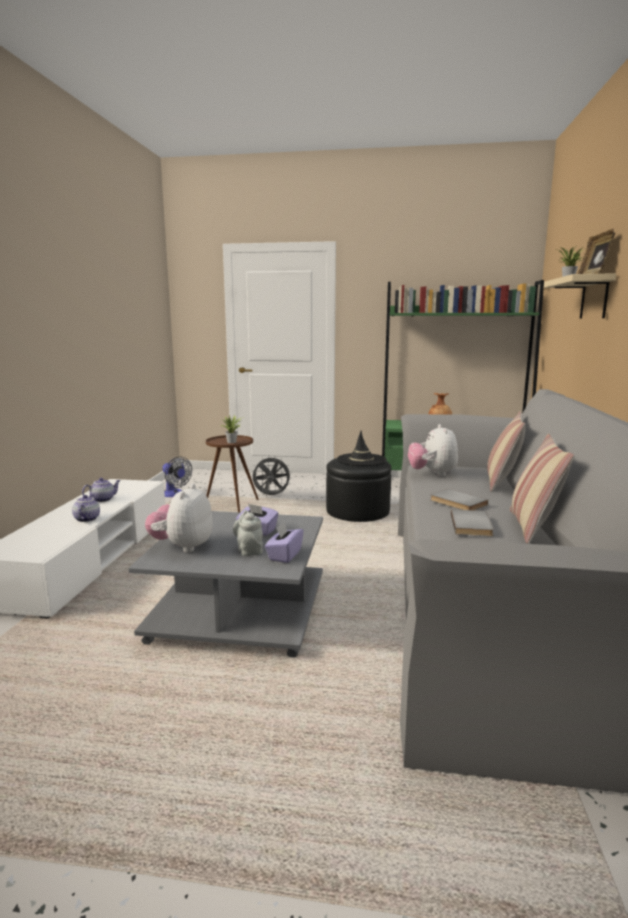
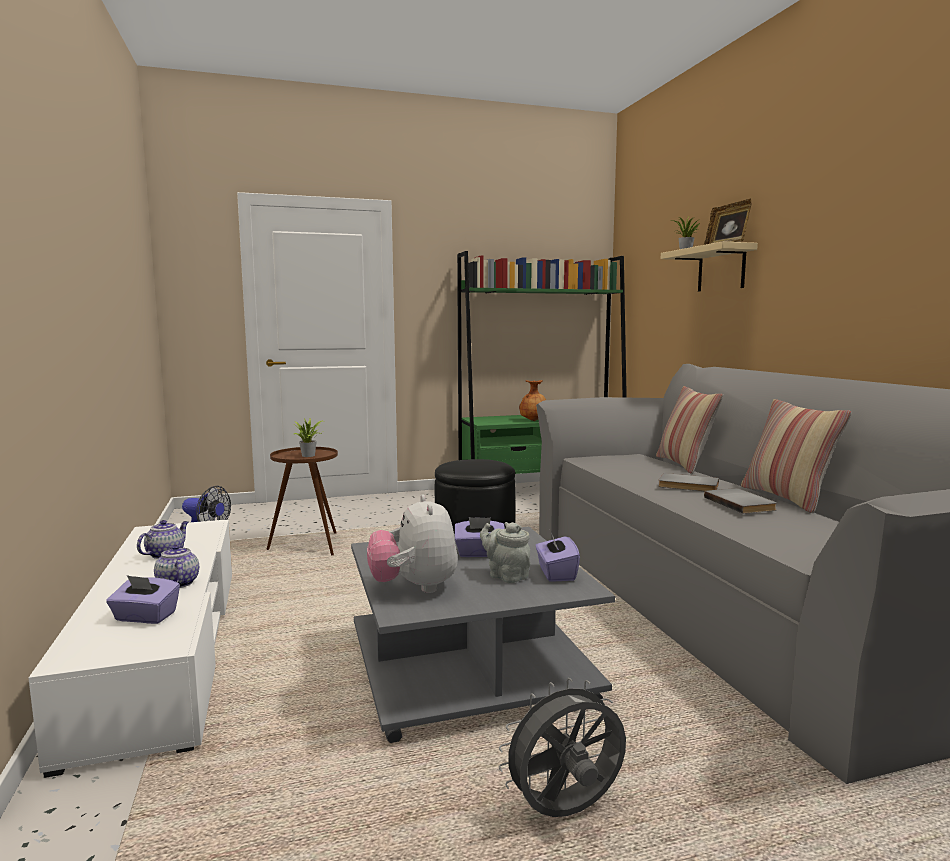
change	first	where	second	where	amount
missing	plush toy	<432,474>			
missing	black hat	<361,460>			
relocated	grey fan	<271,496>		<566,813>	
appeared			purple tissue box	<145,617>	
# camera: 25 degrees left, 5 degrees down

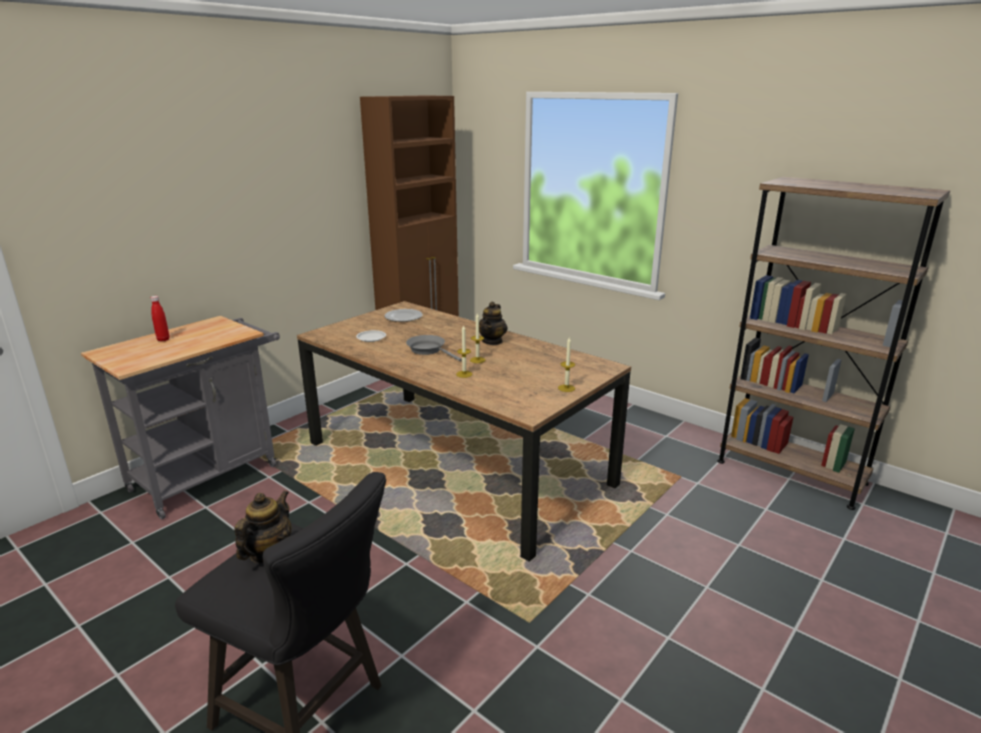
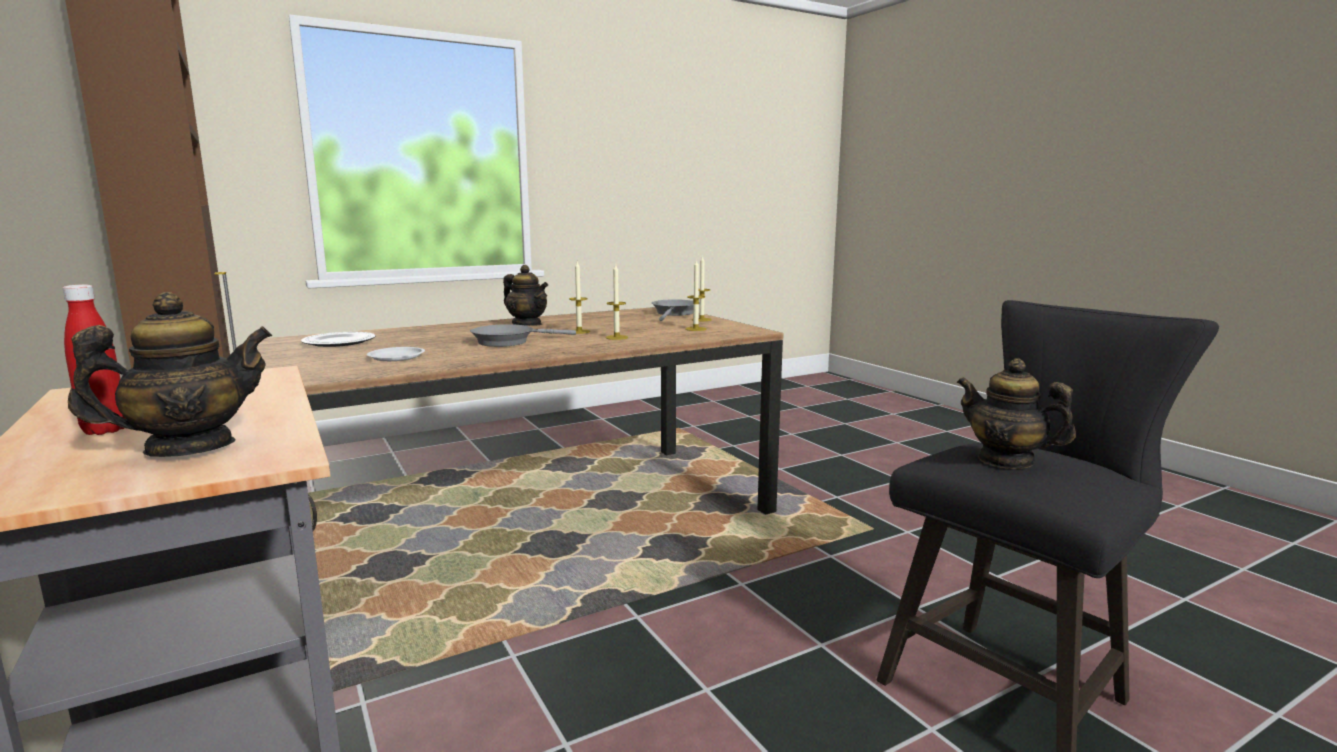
change	first	where	second	where	amount
missing	brown bookcase	<790,472>			
appeared			candle	<695,329>	
appeared			teapot	<190,448>	
appeared			grey frying pan	<675,313>	
# camera: 70 degrees left, 10 degrees down

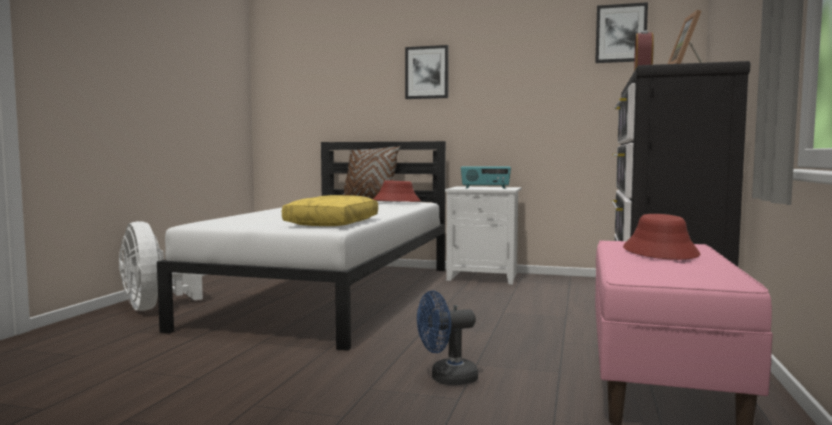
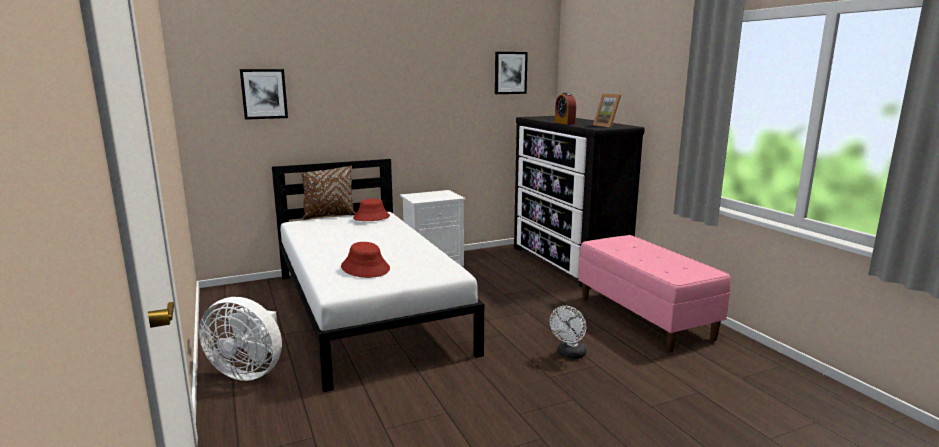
change	first	where	second	where	amount
relocated	picture	<427,72>		<264,94>	
missing	radio	<485,188>			
missing	yellow pillow	<333,223>			
relocated	red hat	<660,252>		<365,268>	
colour	blue fan	<446,379>	white fan	<569,355>	
# camera: 40 degrees left, 10 degrees up

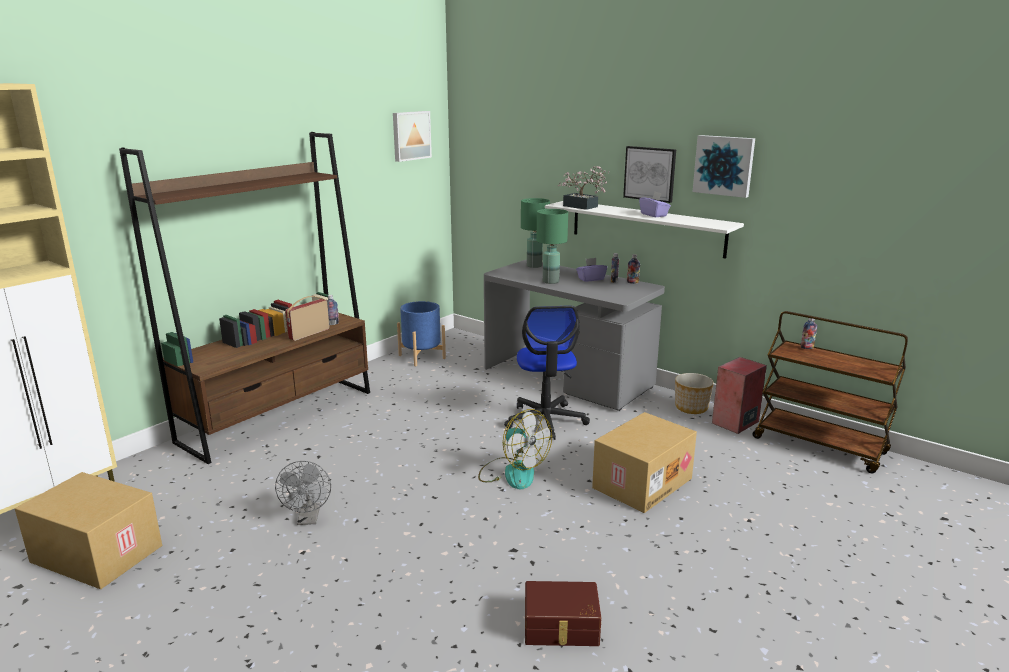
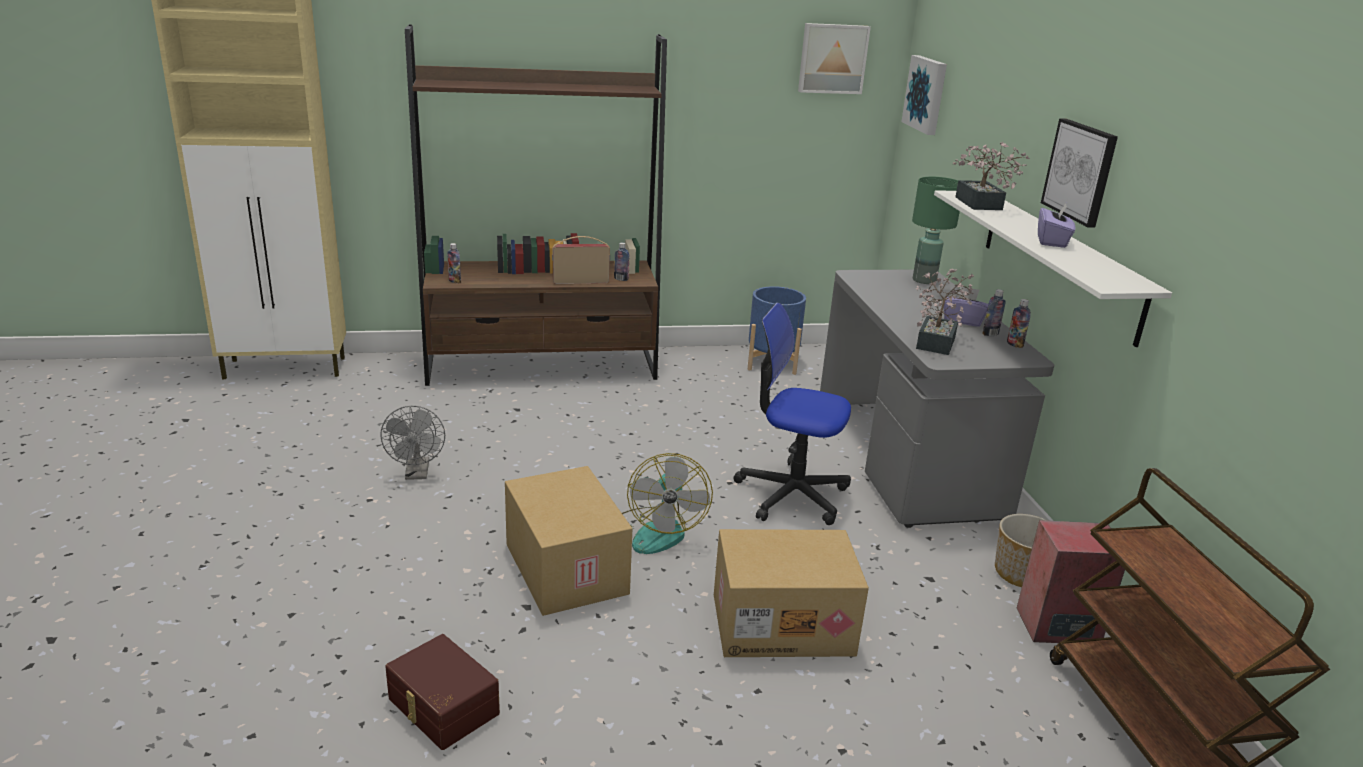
change	first	where	second	where	amount
relocated	picture	<724,165>		<927,94>	
missing	green table lamp	<551,282>			
spun	office chair	<545,420>		<791,494>	75 degrees clockwise
relocated	bottle	<807,347>		<454,281>	
spun	grey fan	<309,519>		<417,474>	45 degrees counterclockwise
relocated	cardboard box	<95,554>		<563,568>	
appeared			potted plant	<937,341>	
# camera: 40 degrees right, 5 degrees up

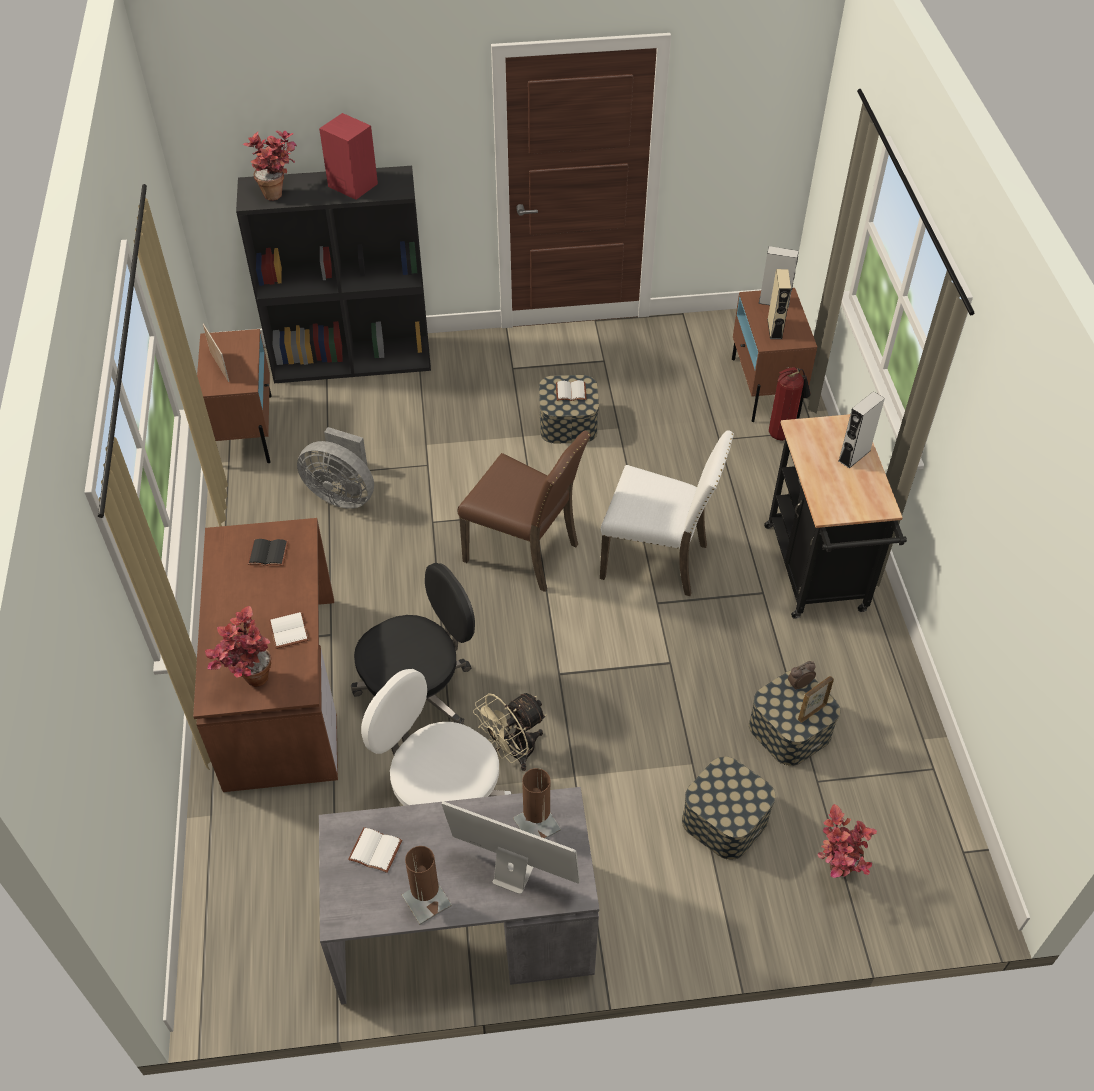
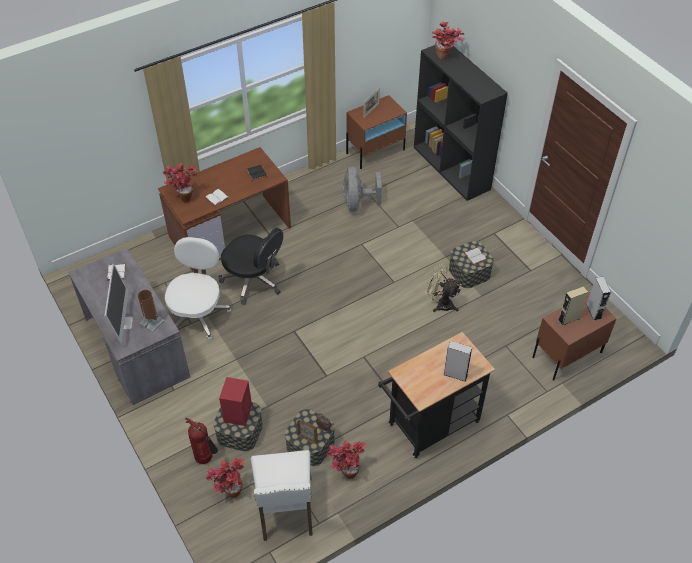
change	first	where	second	where	amount
relocated	red speaker	<352,184>		<238,412>	
relocated	fire extinguisher	<782,433>		<206,459>	
relocated	white chair	<657,559>		<285,510>	
missing	brown chair	<524,551>			
relocated	beige fan	<513,751>		<440,303>	
missing	brown table lamp	<426,900>			
appeared			potted plant	<345,471>	
# camera: 65 degrees right, 0 degrees up

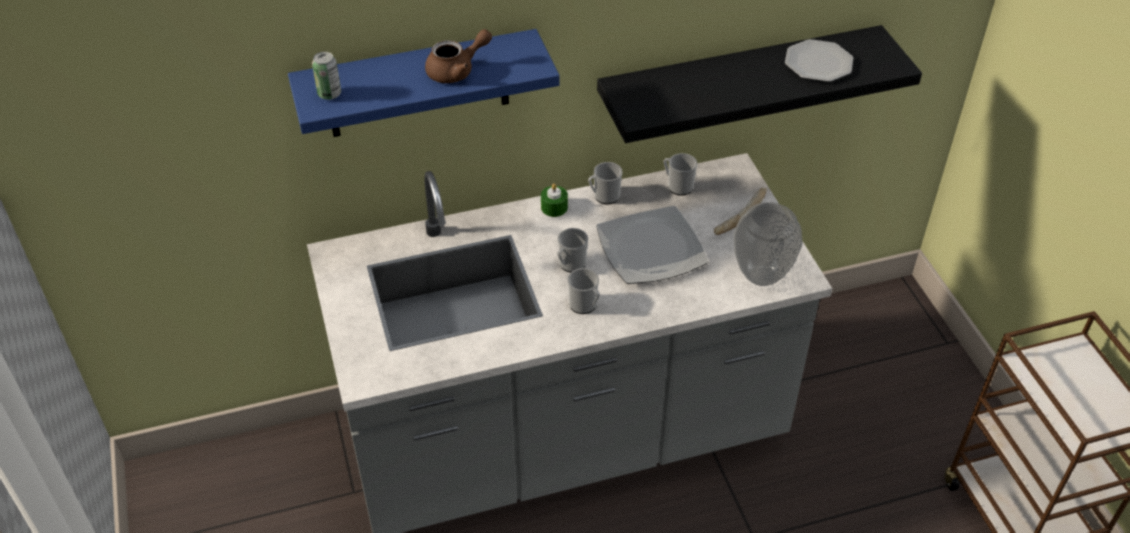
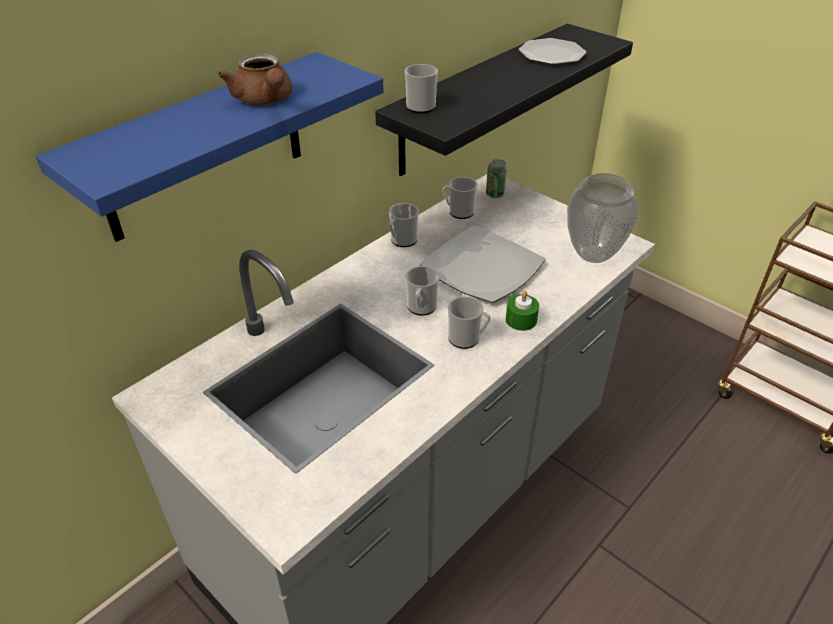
change	first	where	second	where	amount
spun	brown teapot	<457,71>		<264,100>	120 degrees clockwise
relocated	can	<329,94>		<495,194>	
relocated	green candle	<554,207>		<521,320>	
missing	bread	<739,217>			
appeared			mug	<422,105>	
# camera: 30 degrees left, 5 degrees down

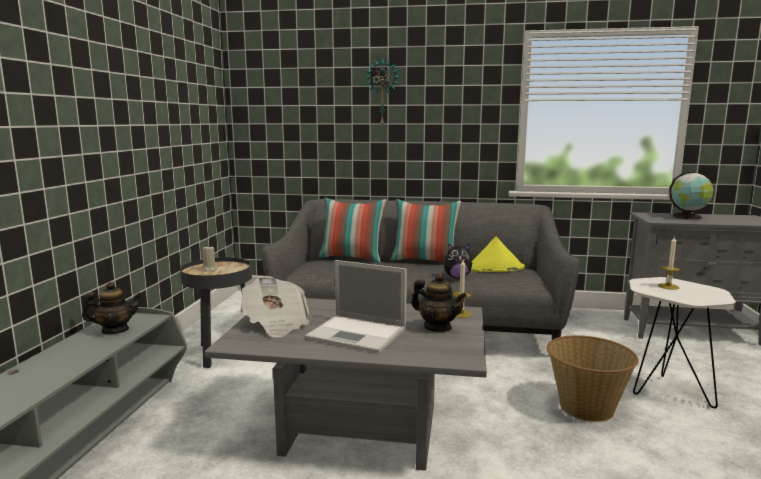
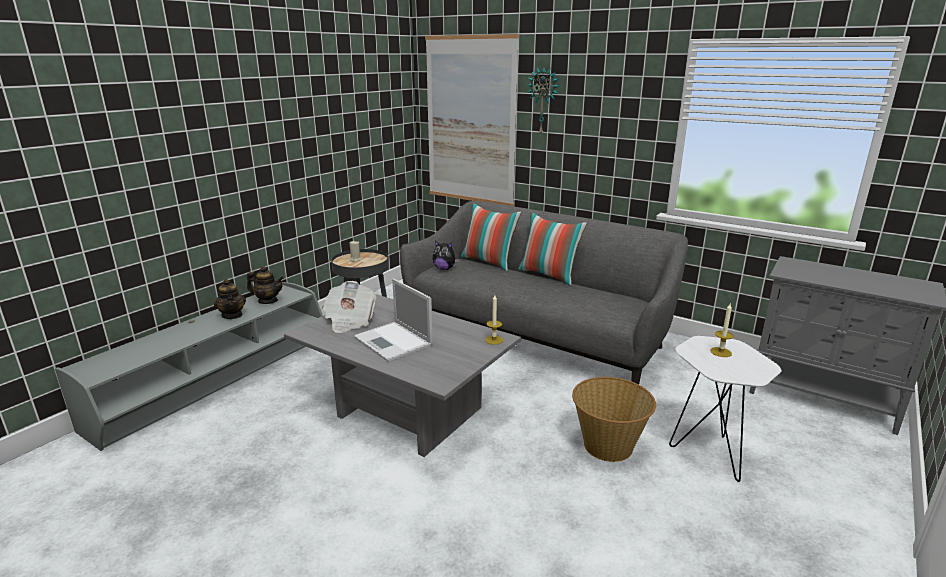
change	first	where	second	where	amount
missing	globe	<688,217>			
missing	yellow hat	<495,268>			
relocated	plush toy	<457,277>		<444,268>	
relocated	teapot	<437,327>		<232,315>	
appeared			picture	<470,121>	
# camera: 25 degrees right, 10 degrees up

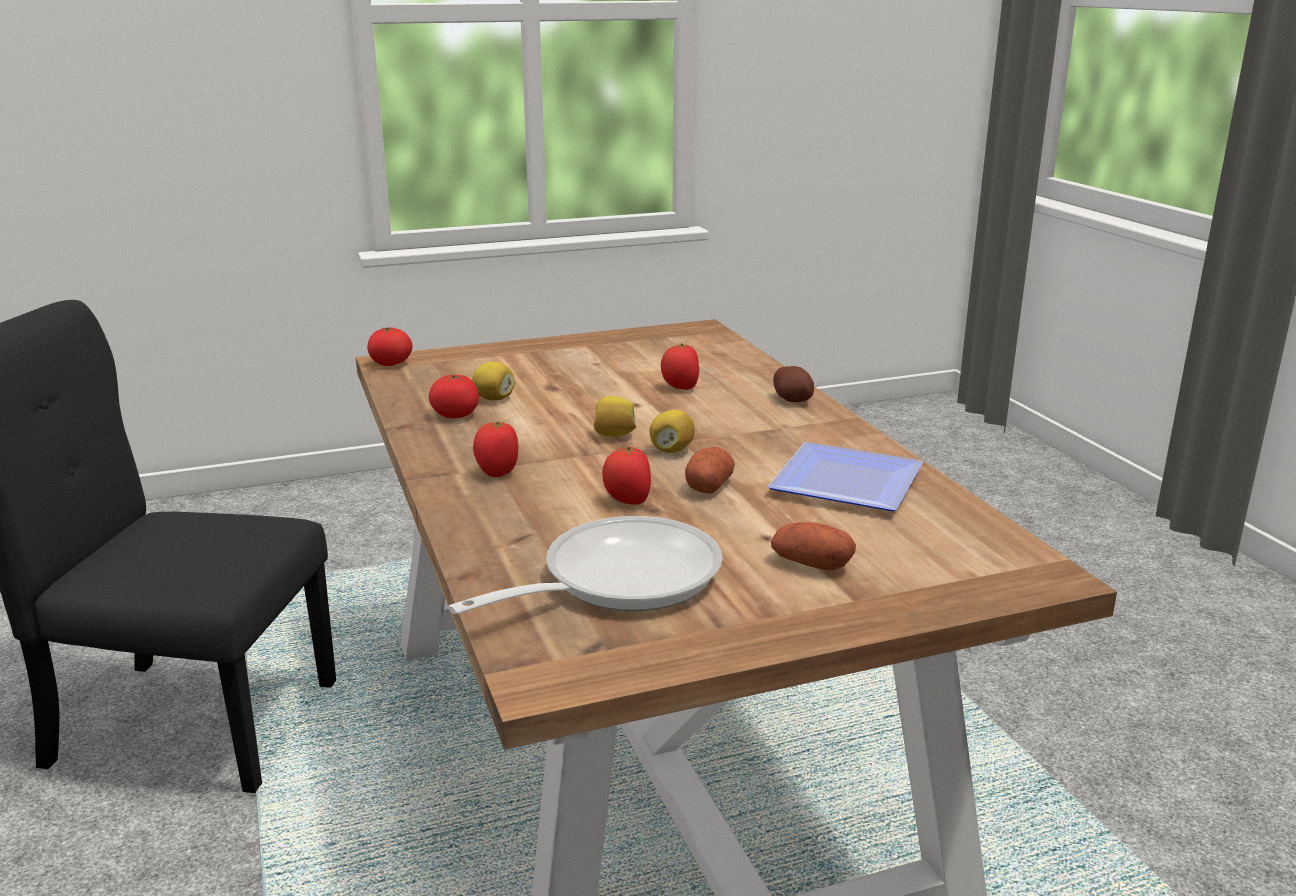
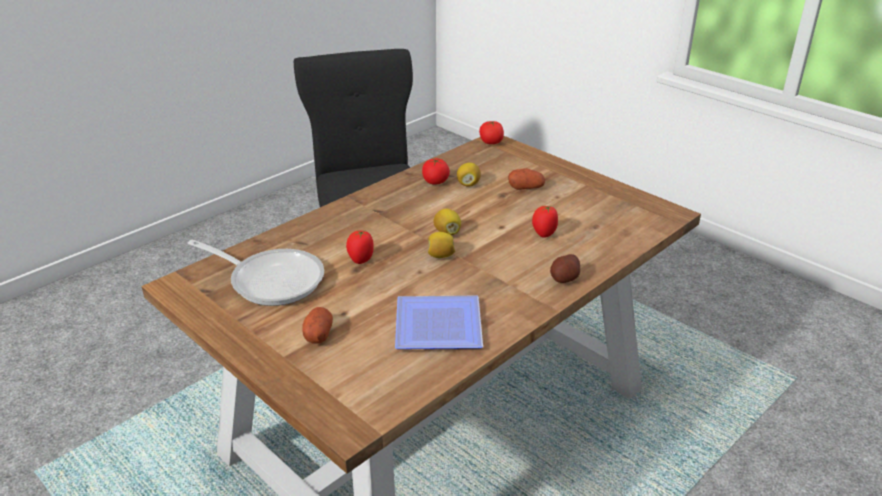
change	first	where	second	where	amount
missing	tomato	<497,473>			
relocated	potato	<709,486>		<526,187>	
# camera: 65 degrees right, 10 degrees up

